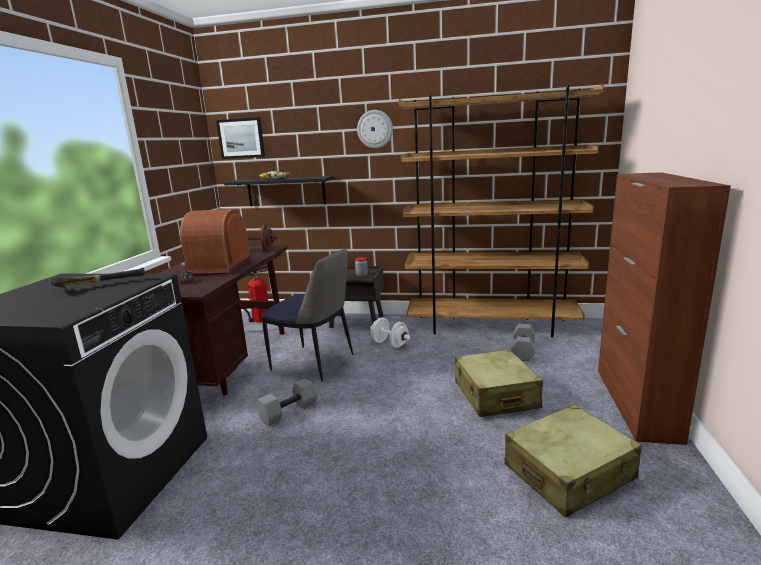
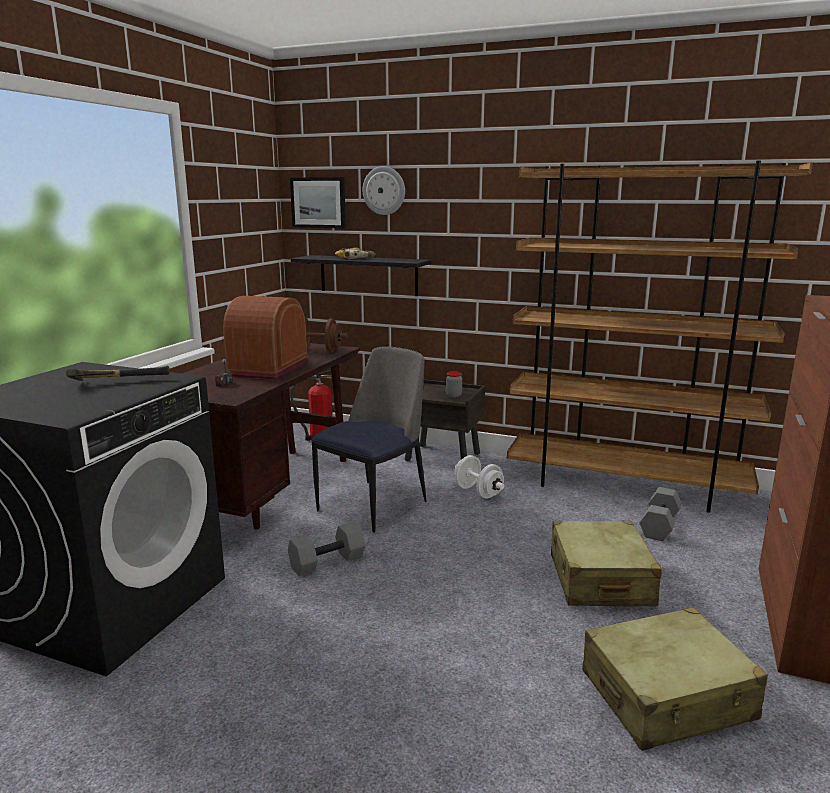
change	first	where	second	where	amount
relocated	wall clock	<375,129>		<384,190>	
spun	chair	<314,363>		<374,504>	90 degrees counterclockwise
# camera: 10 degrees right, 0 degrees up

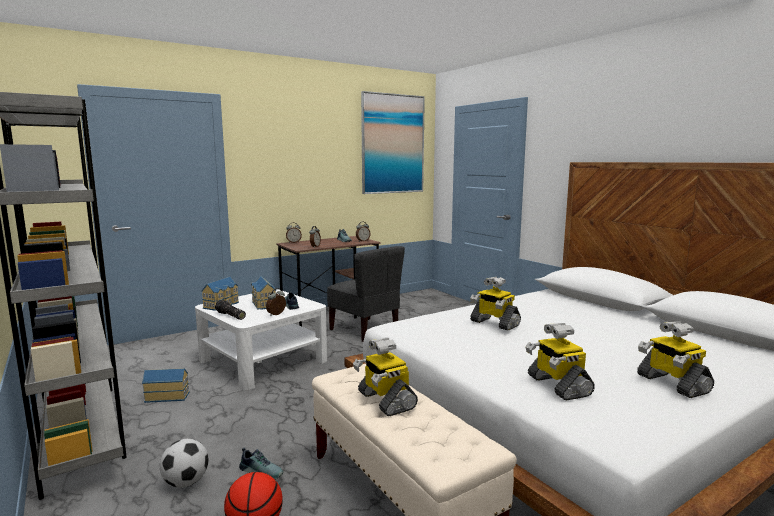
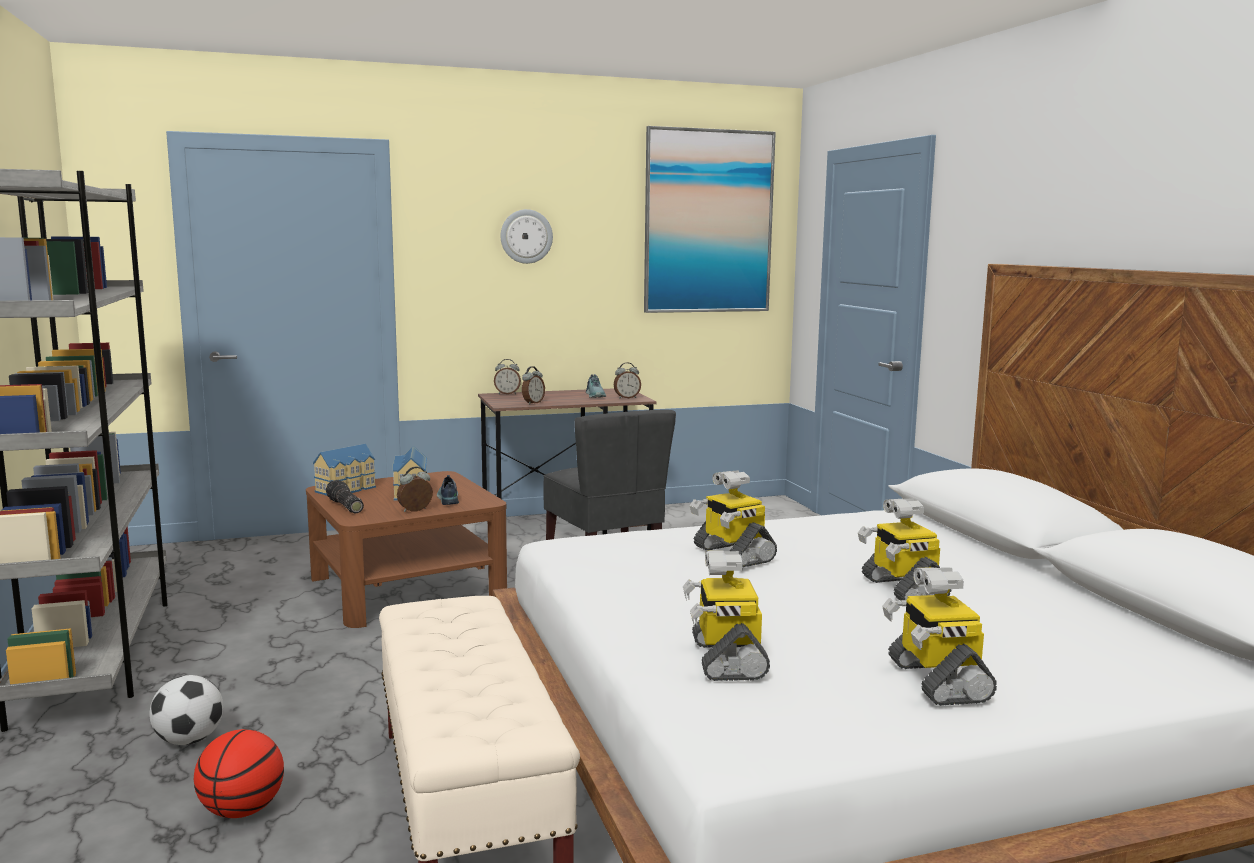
change	first	where	second	where	amount
colour	white coffee table	<263,361>	brown coffee table	<406,588>	
relocated	toy robot	<385,400>		<902,589>	
missing	toy house	<167,396>			
missing	shoe	<262,471>			
appeared			wall clock	<526,236>	
# camera: 15 degrees right, 0 degrees up

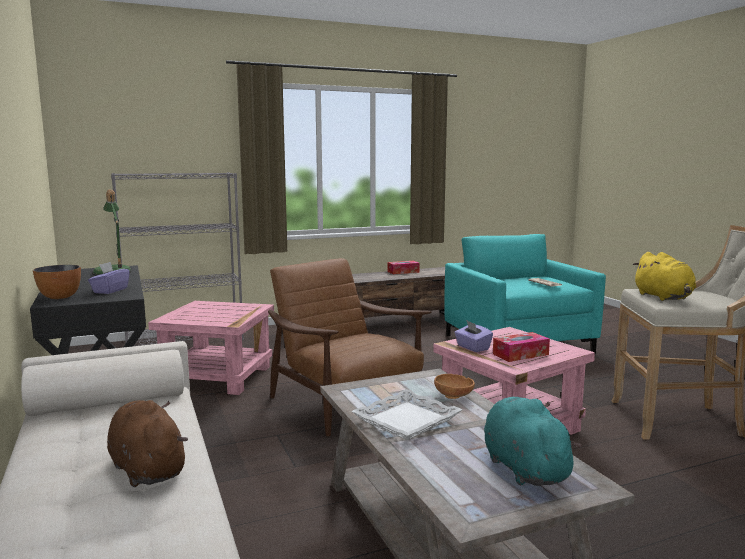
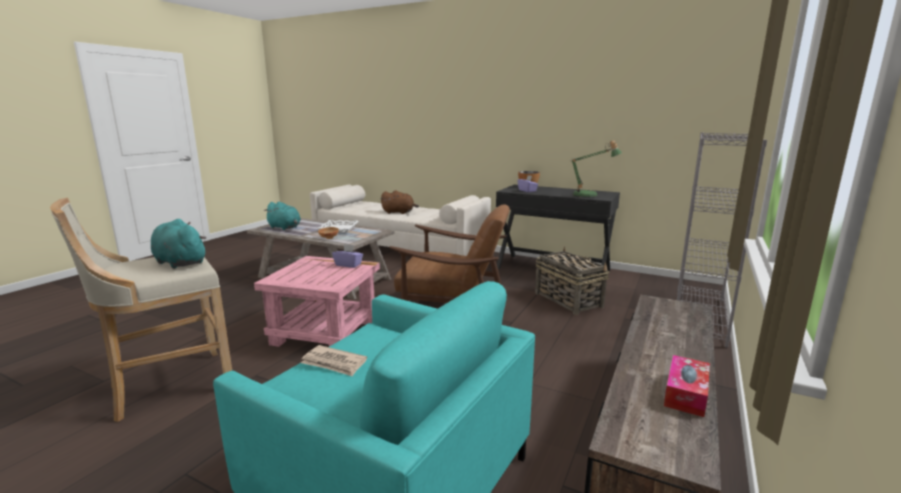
change	first	where	second	where	amount
colour	yellow plush toy	<664,297>	turquoise plush toy	<179,262>	
exchanged	pink side table	<218,377>	basket	<567,299>	
missing	tissue box	<520,354>			
# camera: 140 degrees right, 5 degrees up

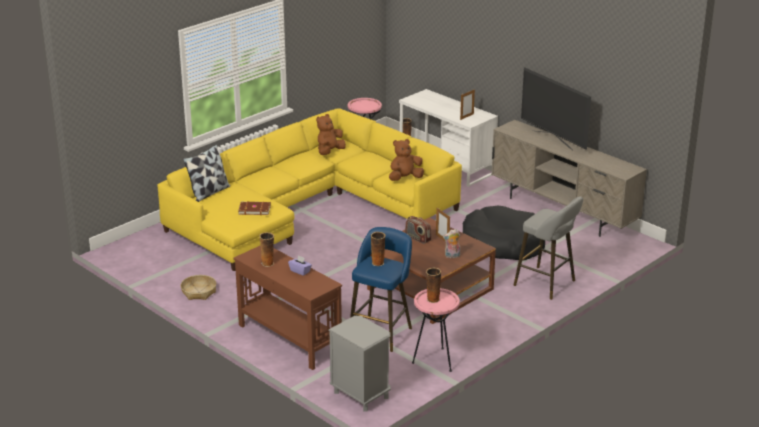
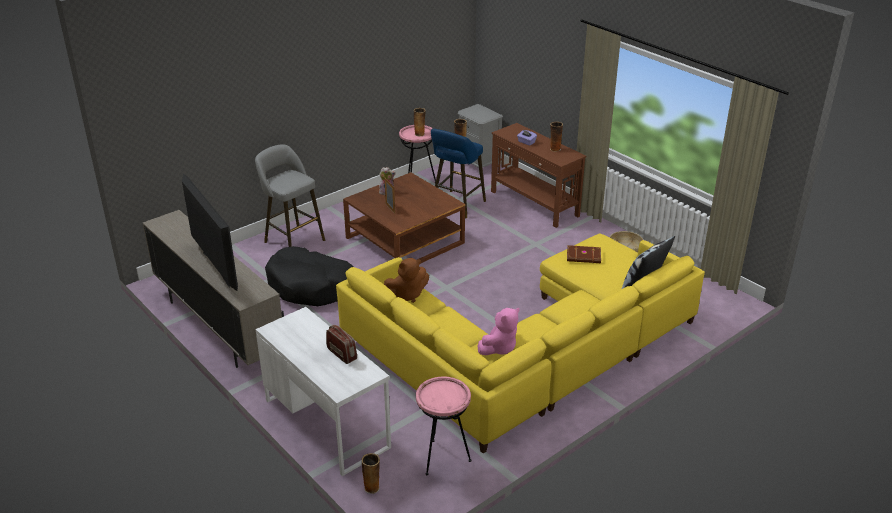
change	first	where	second	where	amount
missing	picture frame	<467,117>			
colour	brown plush toy	<329,152>	pink plush toy	<499,348>	
relocated	radio	<417,238>		<342,354>	
# camera: 175 degrees left, 5 degrees up

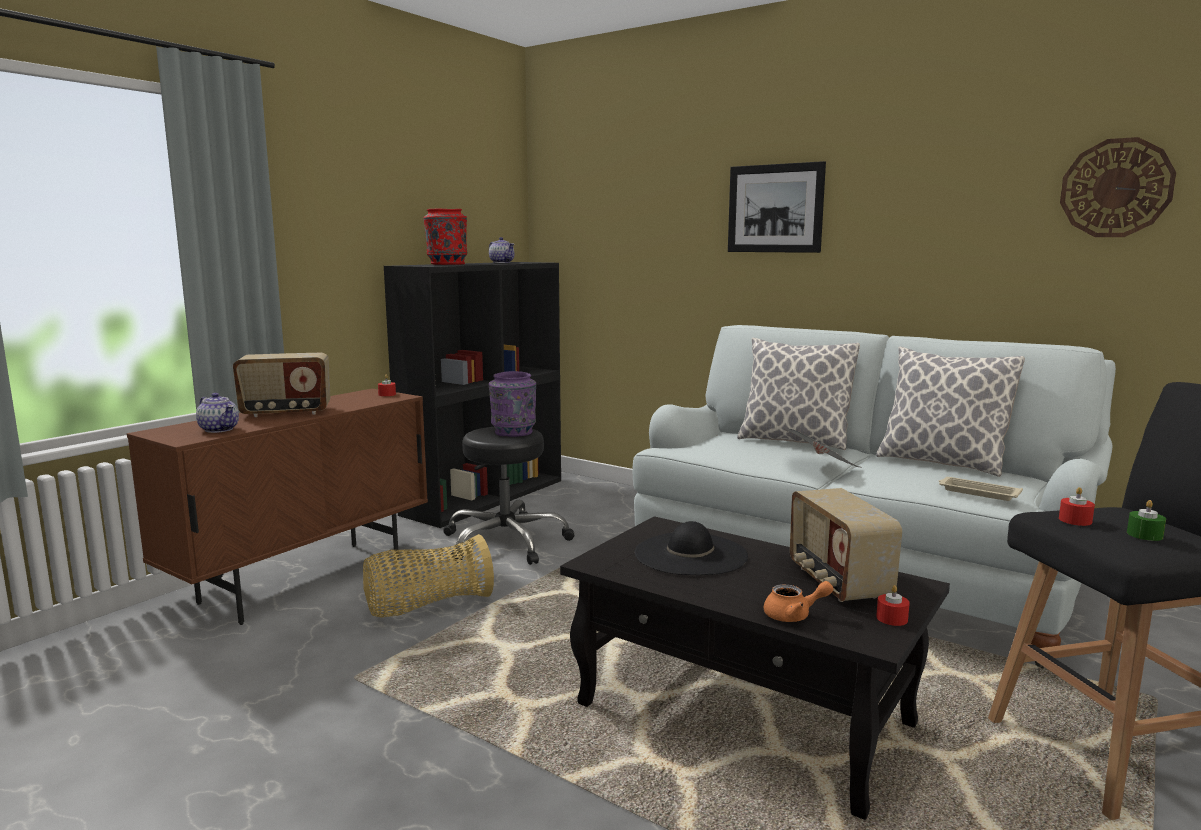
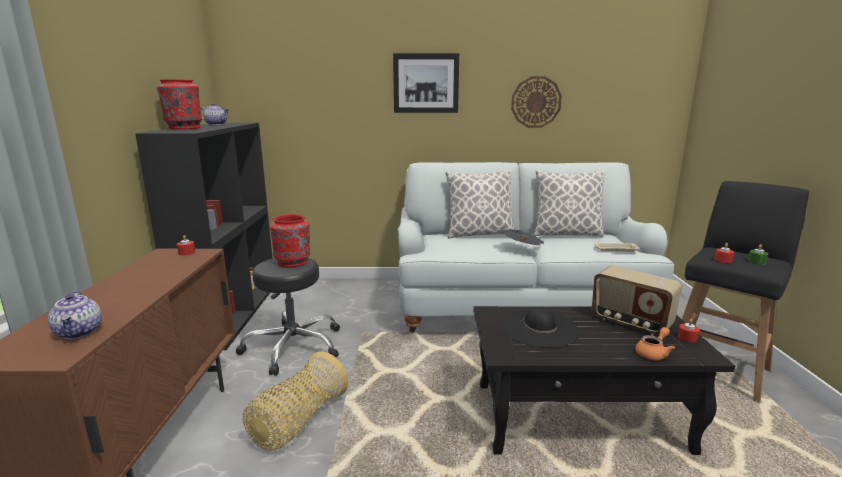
change	first	where	second	where	amount
relocated	wall clock	<1116,188>		<536,102>	
missing	radio	<286,413>			
colour	purple vase	<513,432>	red vase	<293,262>	
spun	teapot	<219,429>		<80,332>	60 degrees clockwise
# camera: 35 degrees left, 5 degrees up

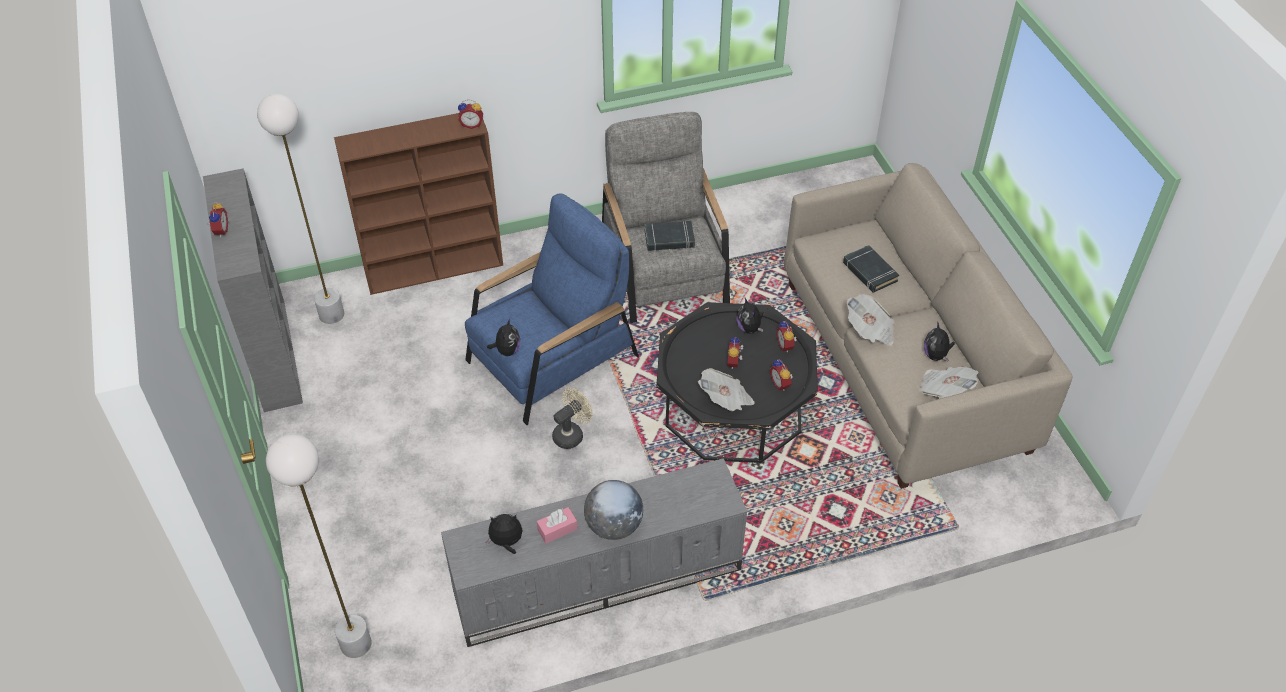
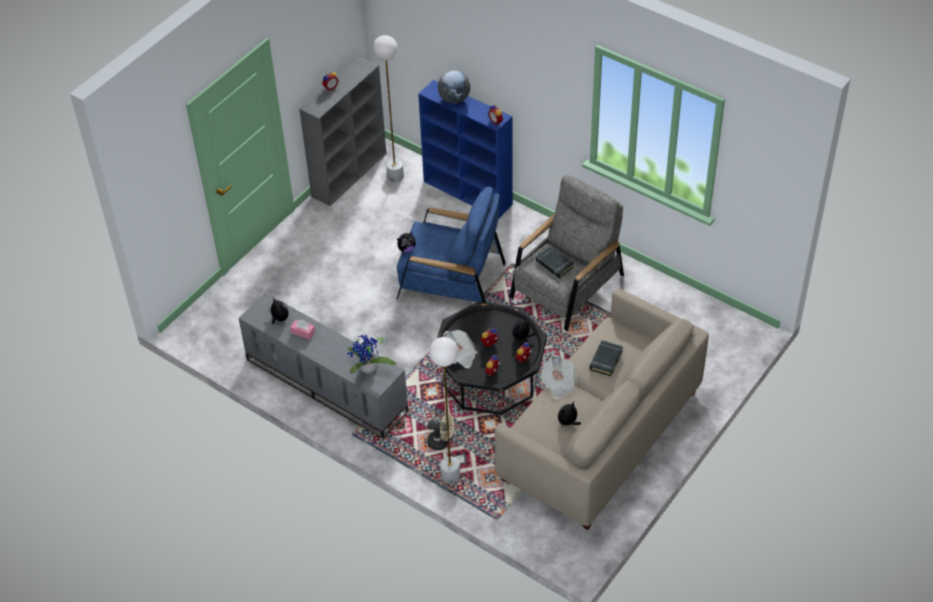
change	first	where	second	where	amount
colour	brown bookcase	<435,267>	blue bookcase	<468,193>	
missing	newspaper	<944,390>			
relocated	beige fan	<571,434>		<441,442>	
relocated	white floor lamp	<355,644>		<450,476>	
relocated	globe	<614,526>		<454,99>	
appeared			potted plant	<368,370>	
# camera: 55 degrees right, 0 degrees up

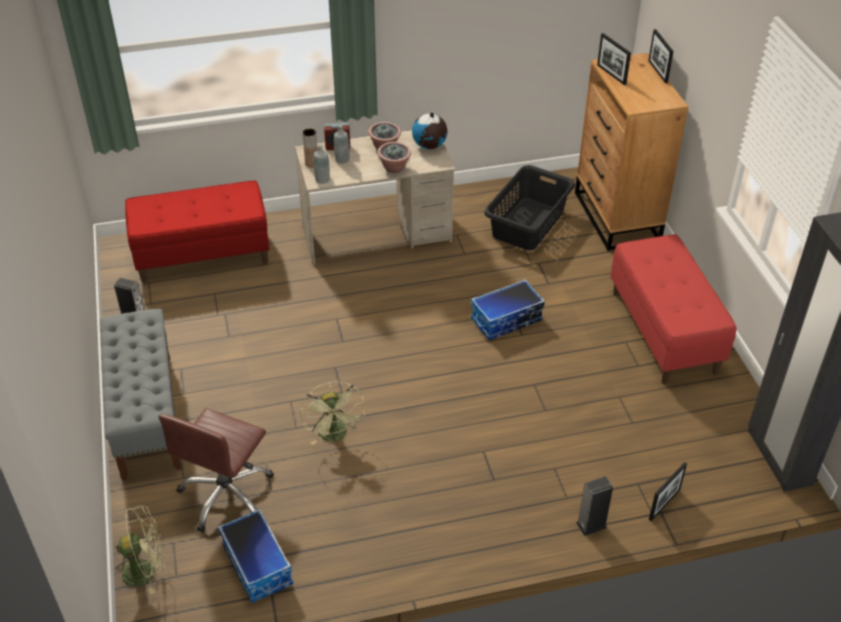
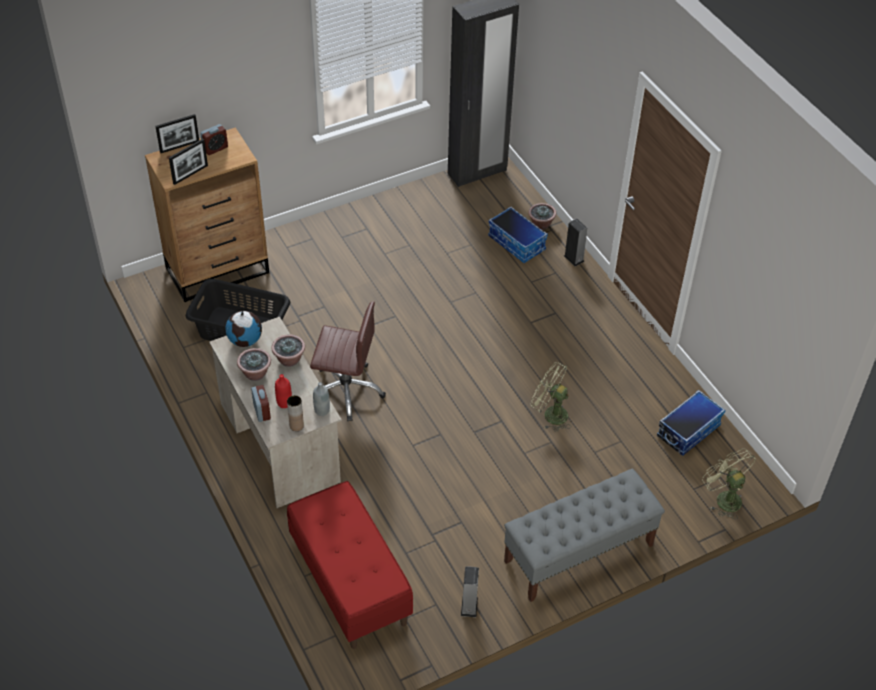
change	first	where	second	where	amount
colour	grey bottle	<342,160>	red bottle	<284,403>	
missing	red bench	<664,332>			
relocated	storage box	<506,321>		<517,243>	
spun	green fan	<335,436>		<550,414>	120 degrees counterclockwise
relocated	brown office chair	<227,495>		<346,390>	
exchanged	picture frame	<664,504>	potted plant	<541,224>	
appeared			alarm clock	<215,148>	
# camera: 105 degrees left, 5 degrees up

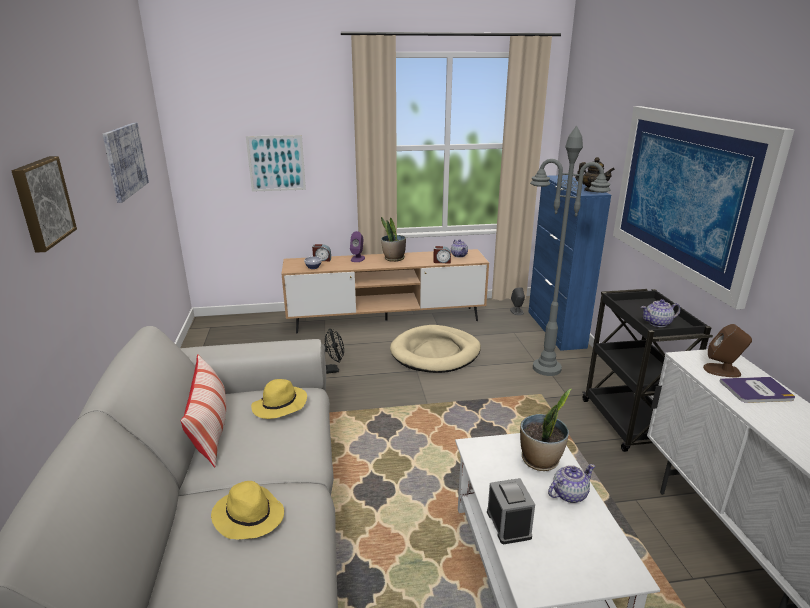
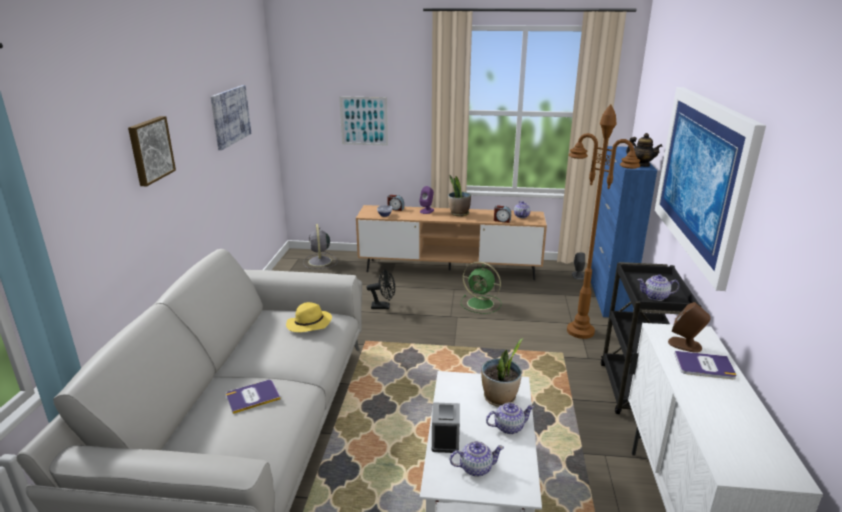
change	first	where	second	where	amount
colour	grey floor lamp	<547,368>	brown floor lamp	<581,331>	
exchanged	beige dog bed	<435,353>	green fan	<481,304>	
missing	pillow	<210,429>			
exchanged	yellow hat	<248,516>	book	<253,397>	
appeared			grey fan	<320,262>	
appeared			teapot	<475,468>	
# camera: 15 degrees right, 0 degrees up

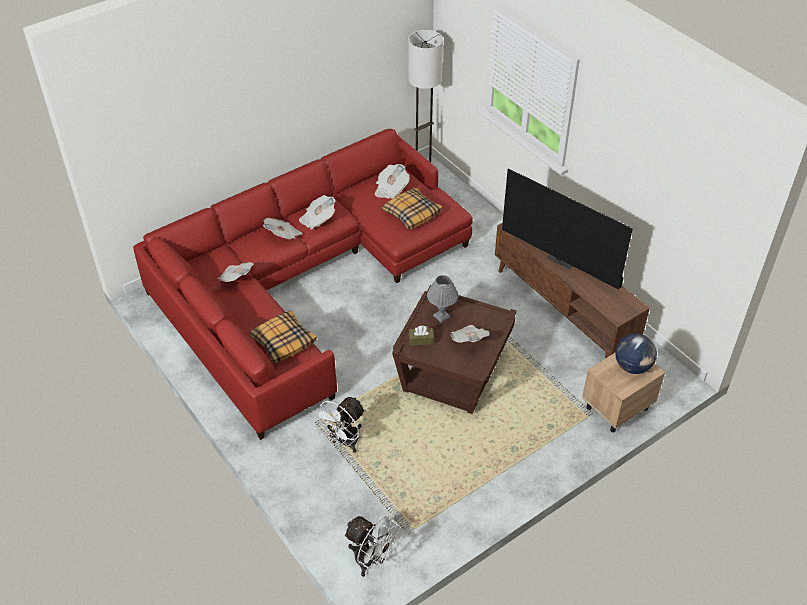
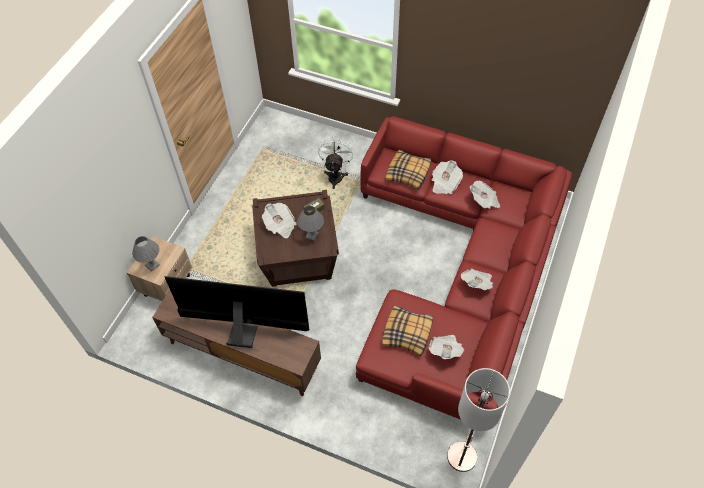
change	first	where	second	where	amount
relocated	newspaper	<283,236>		<444,183>	
exchanged	globe	<633,367>	grey table lamp	<152,265>	
missing	white fan	<371,561>			
# camera: 150 degrees right, 10 degrees up

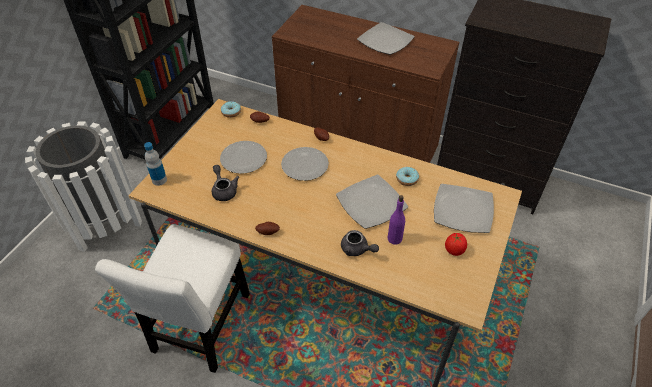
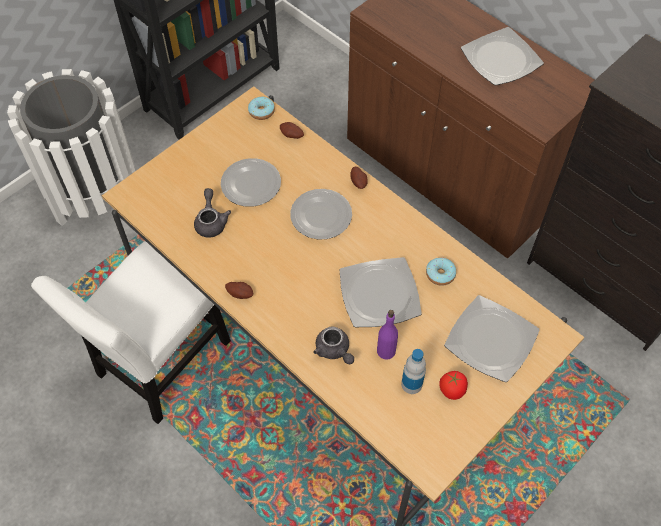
change	first	where	second	where	amount
relocated	bottle	<159,180>		<411,384>	
# camera: 20 degrees right, 10 degrees up

